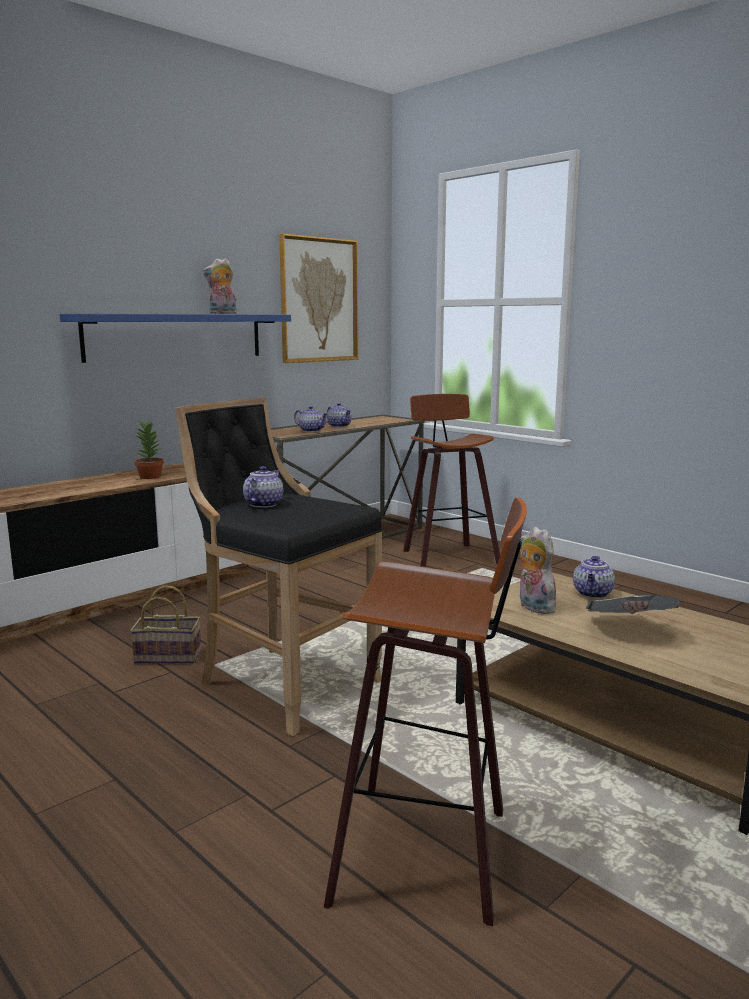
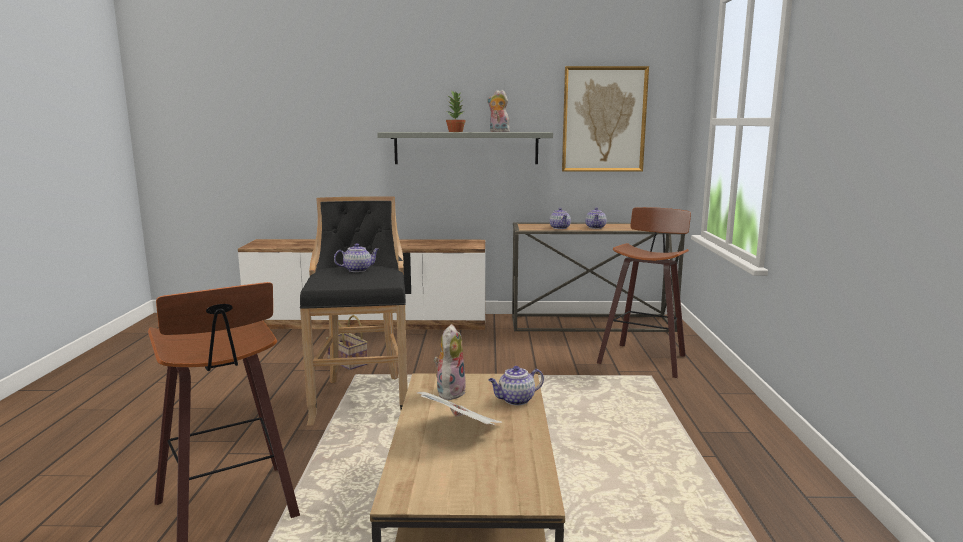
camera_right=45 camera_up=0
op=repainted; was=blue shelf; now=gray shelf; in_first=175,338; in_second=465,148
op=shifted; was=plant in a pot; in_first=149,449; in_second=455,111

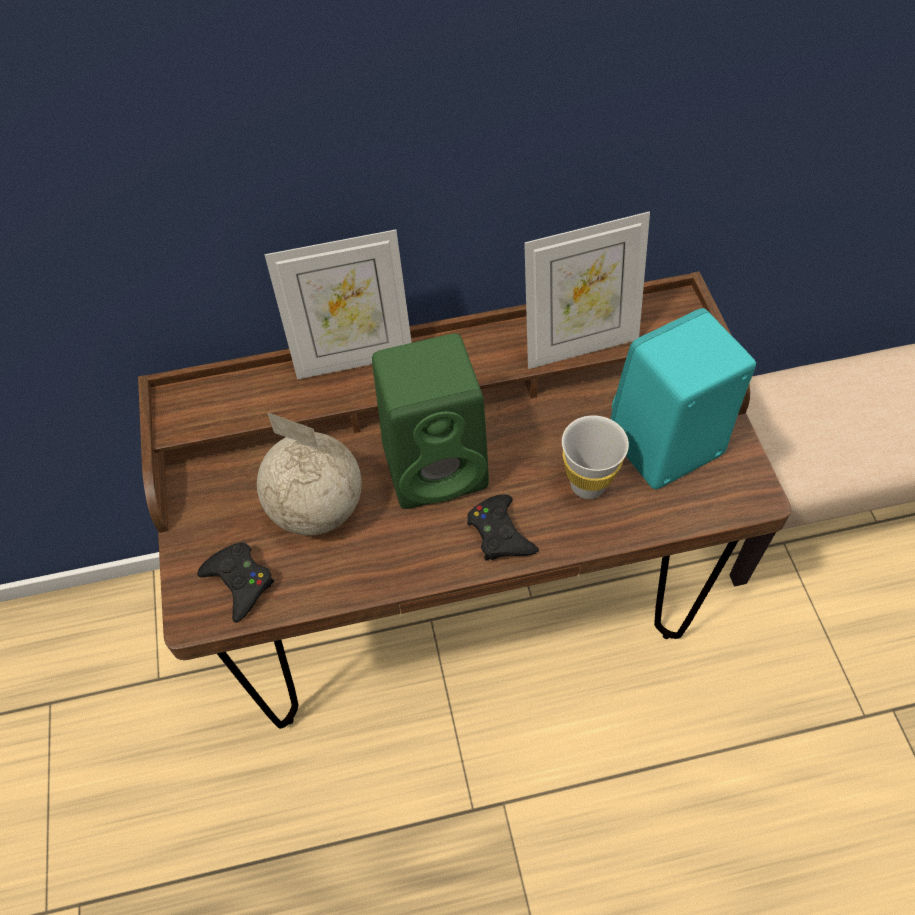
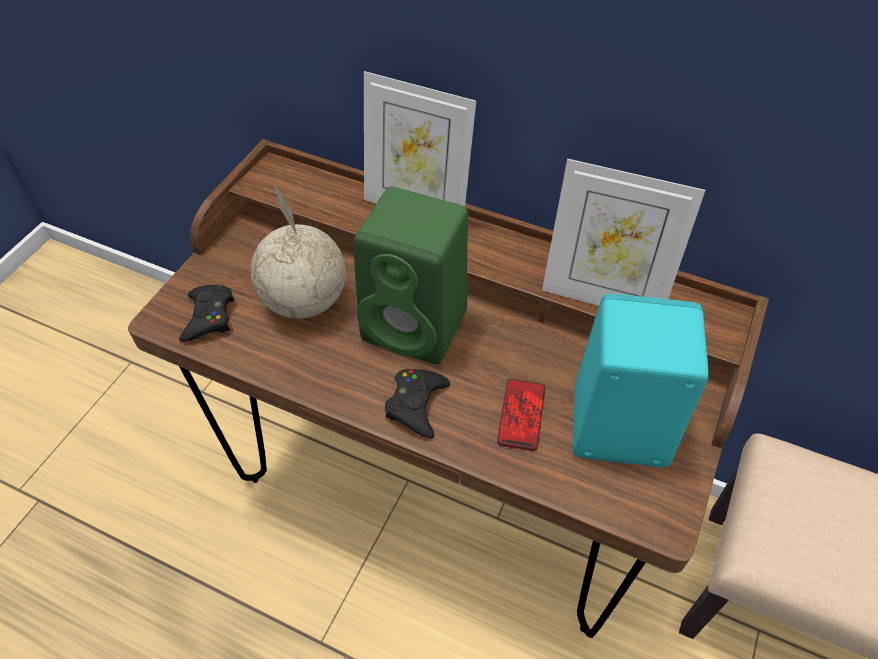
camera_right=35 camera_up=-5
op=swapped; was=white-coloured cup; now=phone; in_first=595,457; in_second=521,415

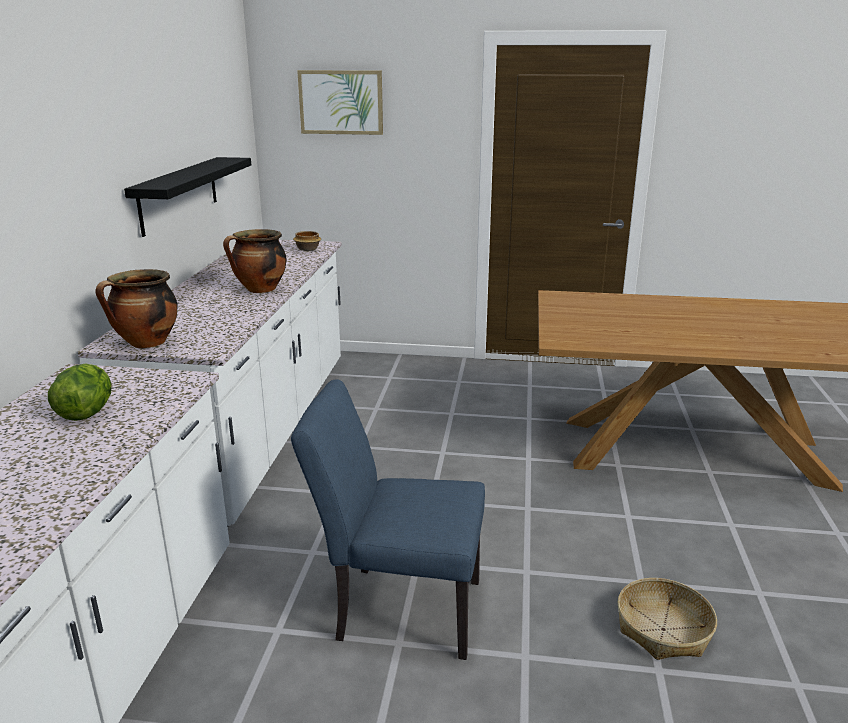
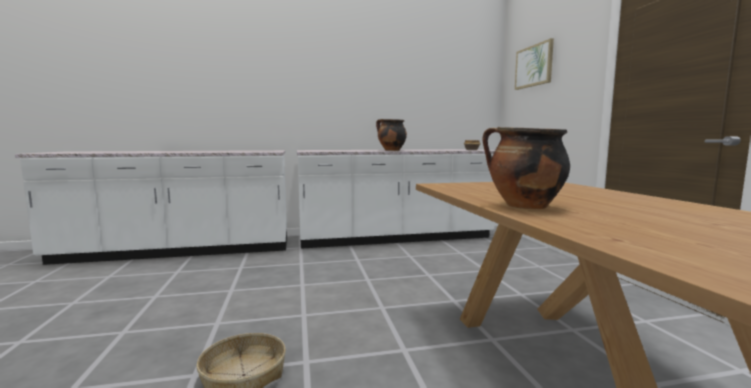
camera_right=70 camera_up=-15
op=shifted; was=saucepot; in_first=136,308; in_second=526,168
op=gone; was=lettuce; in_first=79,392
op=gone; was=black-coloured shelf; in_first=187,197
op=gone; was=blue upright chair; in_first=388,520

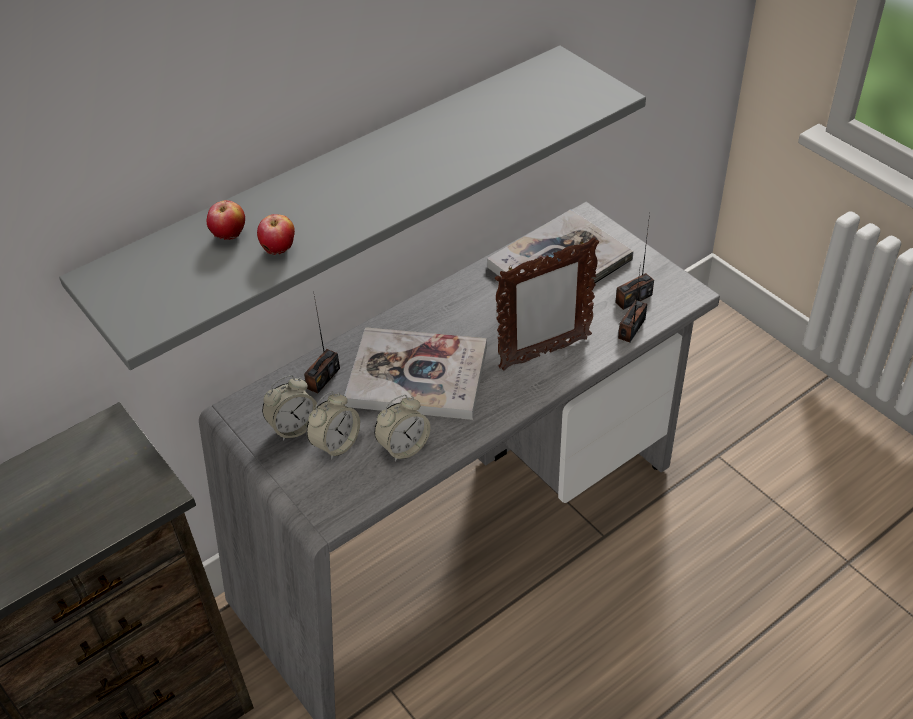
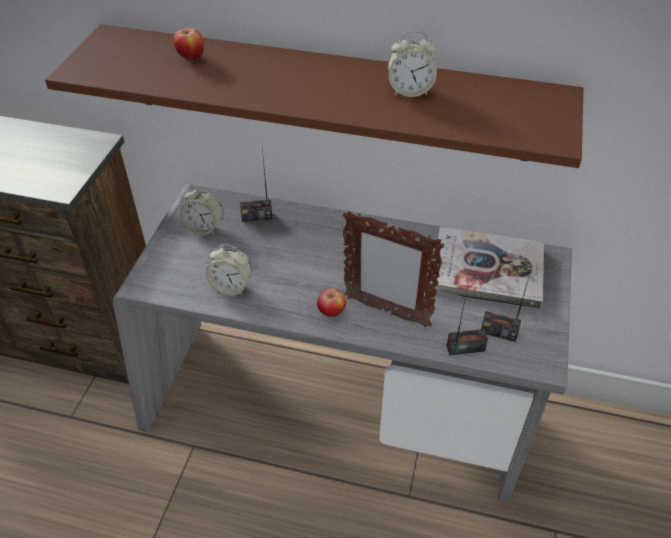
camera_right=50 camera_up=0
op=repainted; was=gray shelf; now=brown-coloured shelf; in_first=352,207; in_second=314,96
op=shifted; was=apple; in_first=276,234; in_second=331,302
op=shifted; was=bedside clock; in_first=333,425; in_second=412,64
op=gone; was=book; in_first=415,373

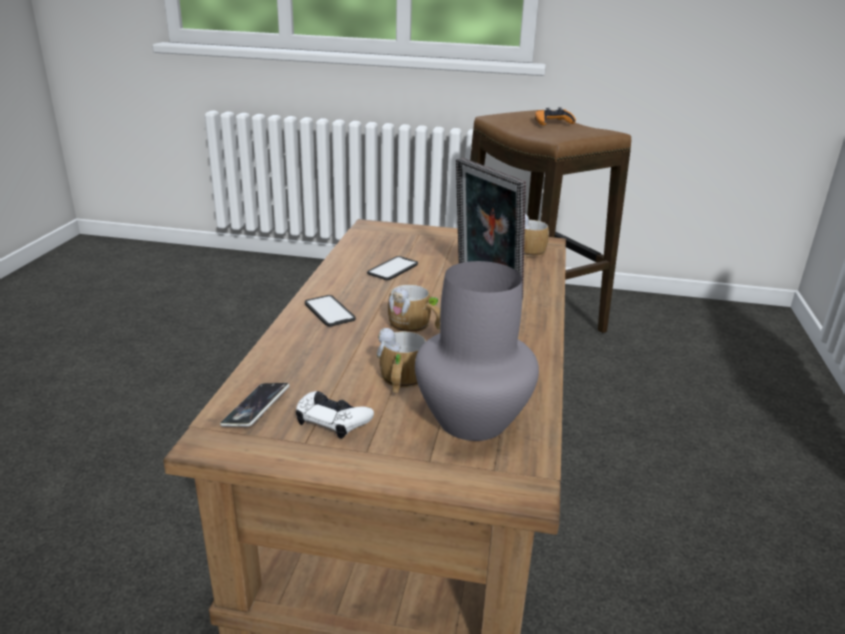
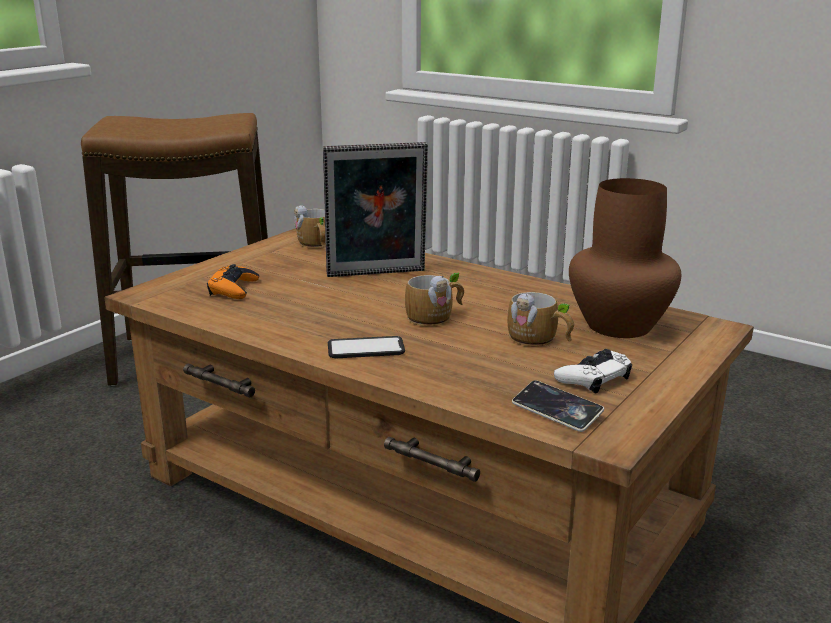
camera_right=-65 camera_up=-5
op=shifted; was=orange gamepad; in_first=555,116; in_second=233,281
op=repainted; was=gray decorative vase; now=brown-coloured decorative vase; in_first=477,351; in_second=625,258
op=gone; was=phone; in_first=392,268

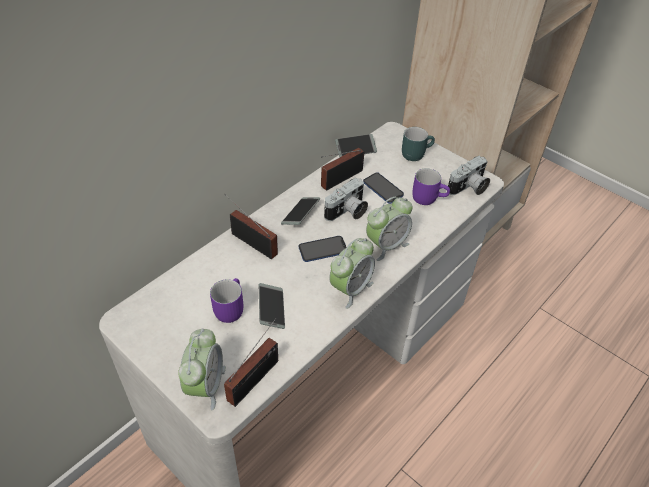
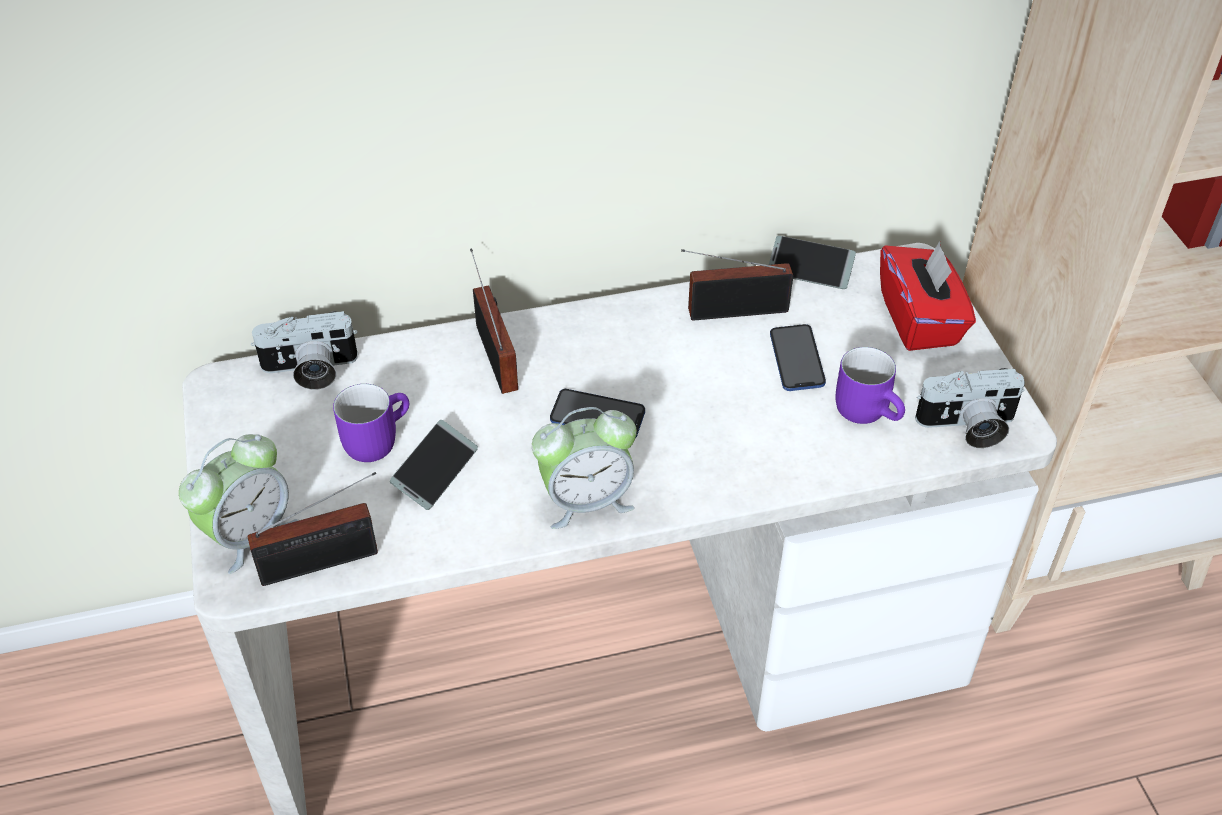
camera_right=35 camera_up=0
op=shifted; was=photo camera; in_first=346,199; in_second=304,350
op=swapped; was=turquoise mug; now=red tissue holder; in_first=418,144; in_second=928,296
op=gone; was=phone; in_first=300,211
op=gone; was=bedside clock; in_first=389,229

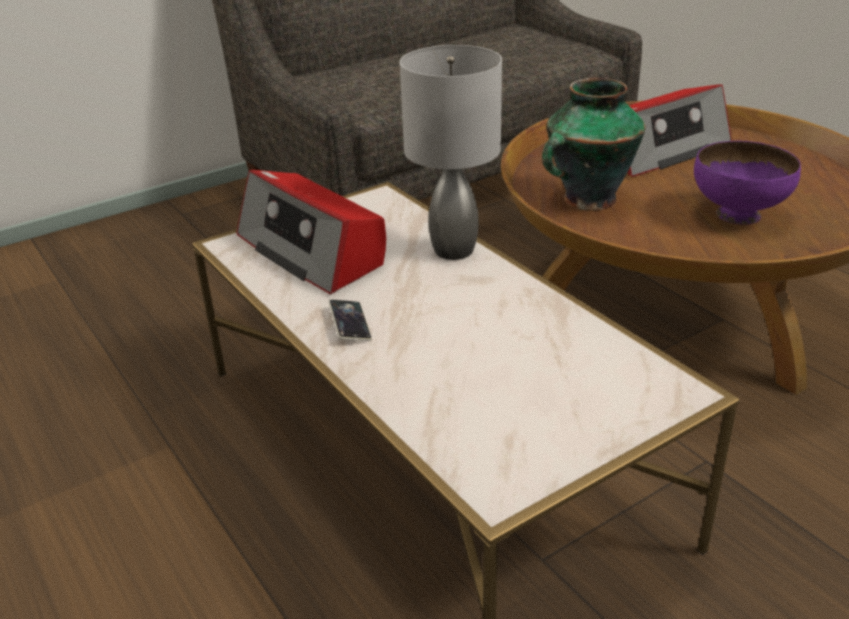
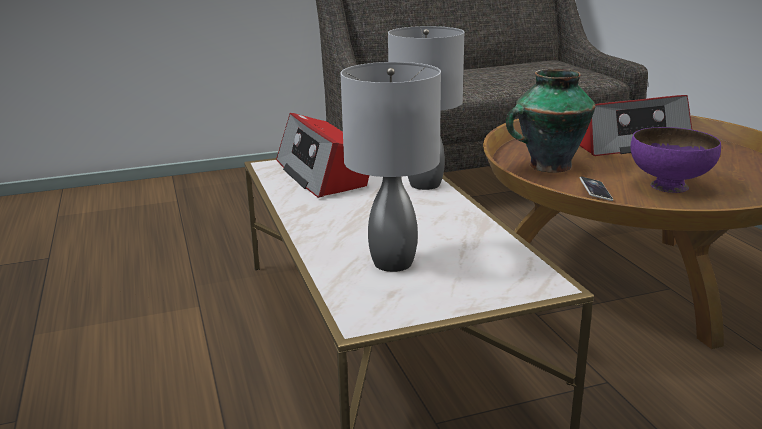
camera_right=15 camera_up=-10
op=new; now=gray lamp for a table; in_second=390,167
op=shifted; was=phone; in_first=350,320; in_second=596,189

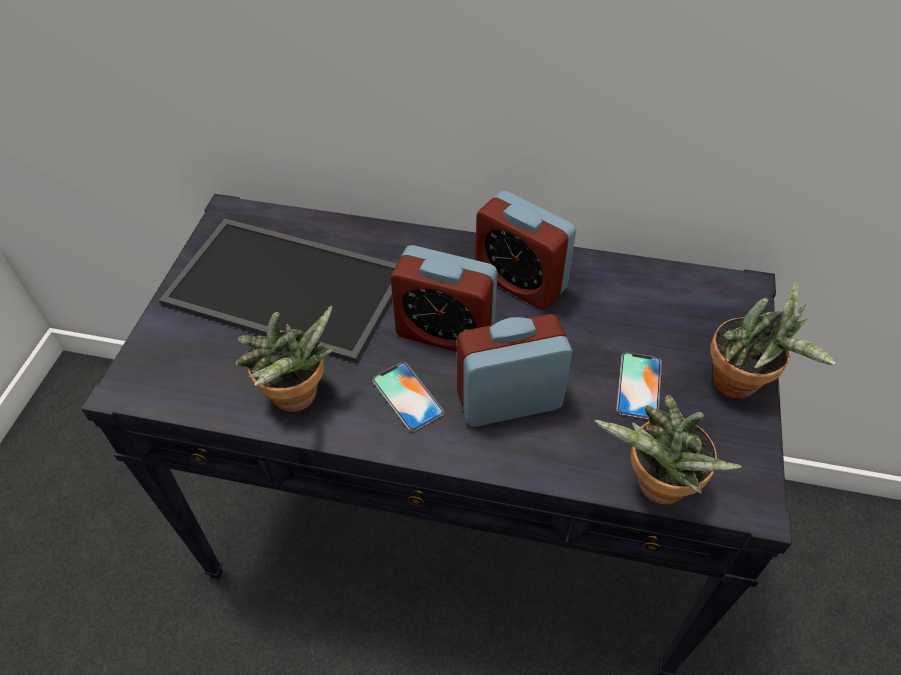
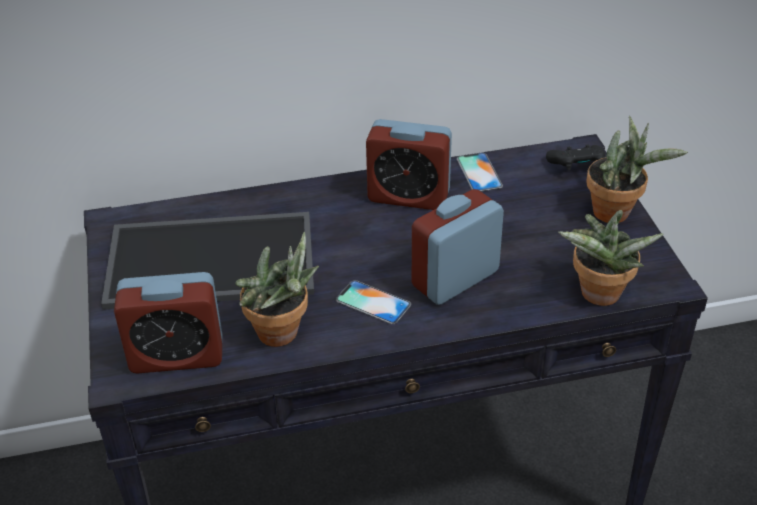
camera_right=-25 camera_up=-10
op=shifted; was=bedside clock; in_first=444,298; in_second=168,323
op=shifted; was=phone; in_first=639,386; in_second=480,172
op=new; now=black-coloured gamepad; in_second=575,157

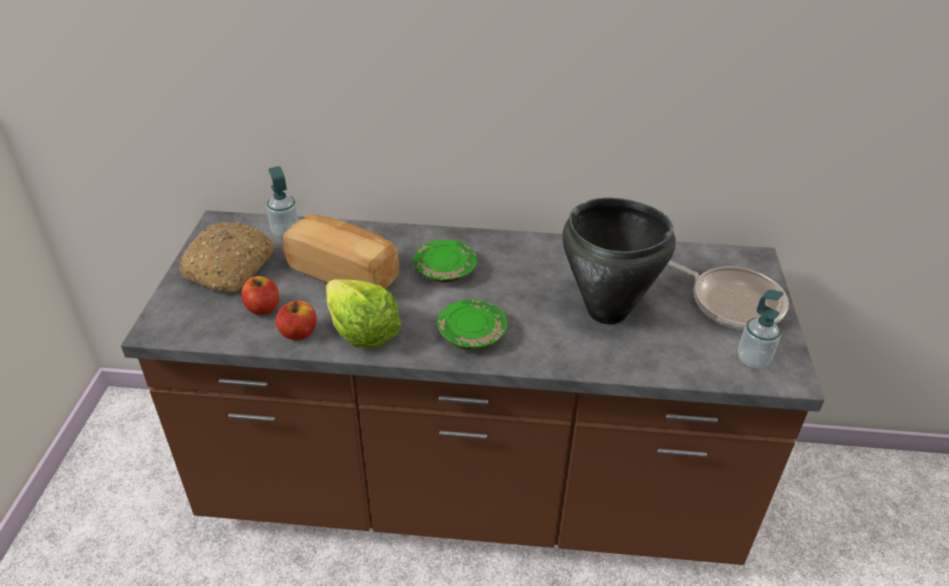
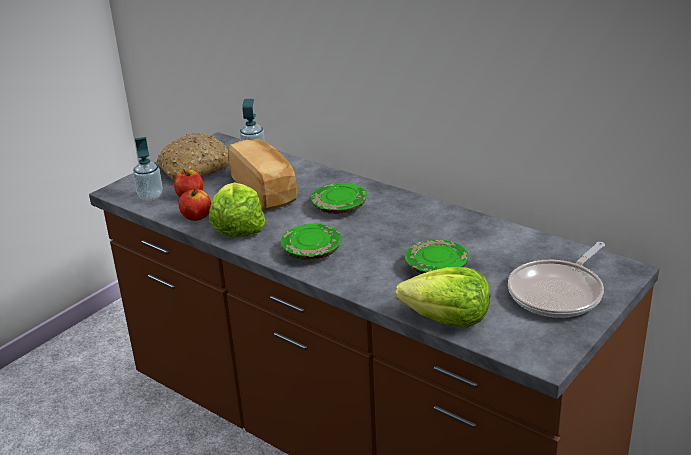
camera_right=35 camera_up=-10
op=shifted; was=soap dispenser; in_first=760,329; in_second=148,169
op=new; now=lettuce; in_second=442,297
op=swapped; was=black-coloured saucepot; now=greenish plate; in_first=619,261; in_second=437,257
op=rotated; was=frying pan; in_first=728,295; in_second=556,280; clockwise=60

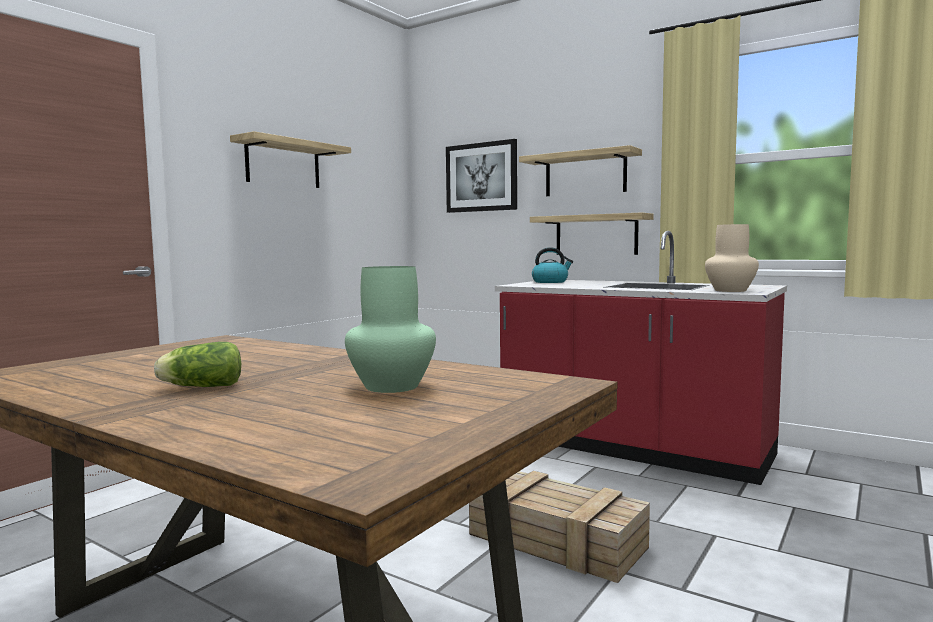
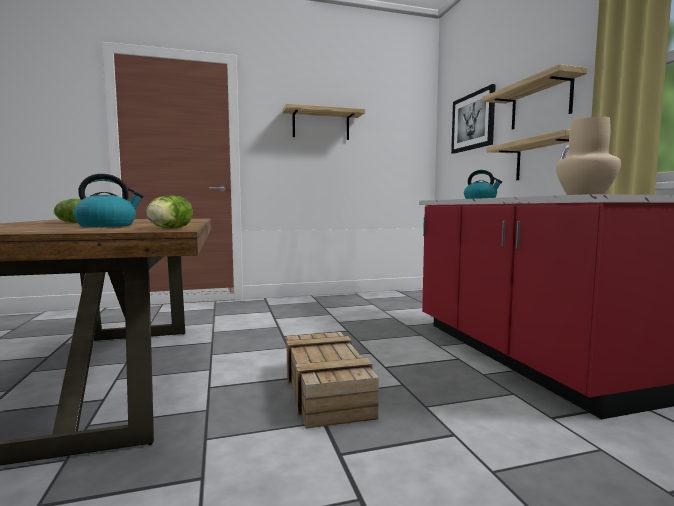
camera_right=40 camera_up=0
op=swapped; was=greenish decorative vase; now=water kettle; in_first=390,329; in_second=108,200
op=new; now=lettuce; in_second=169,211

